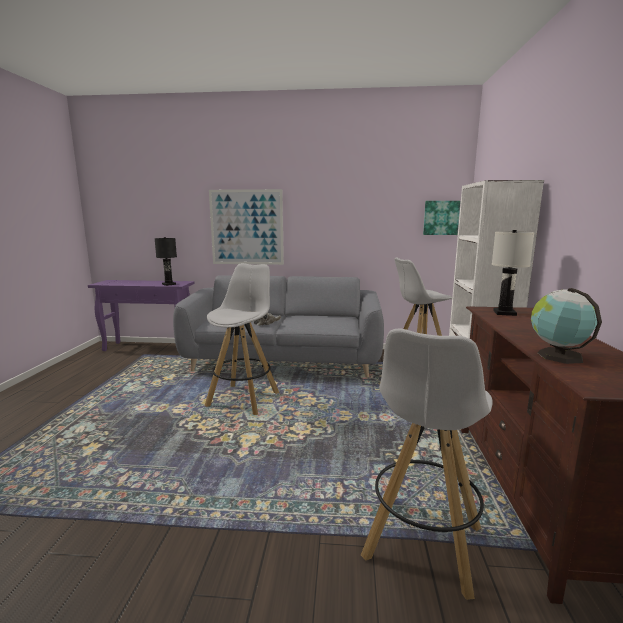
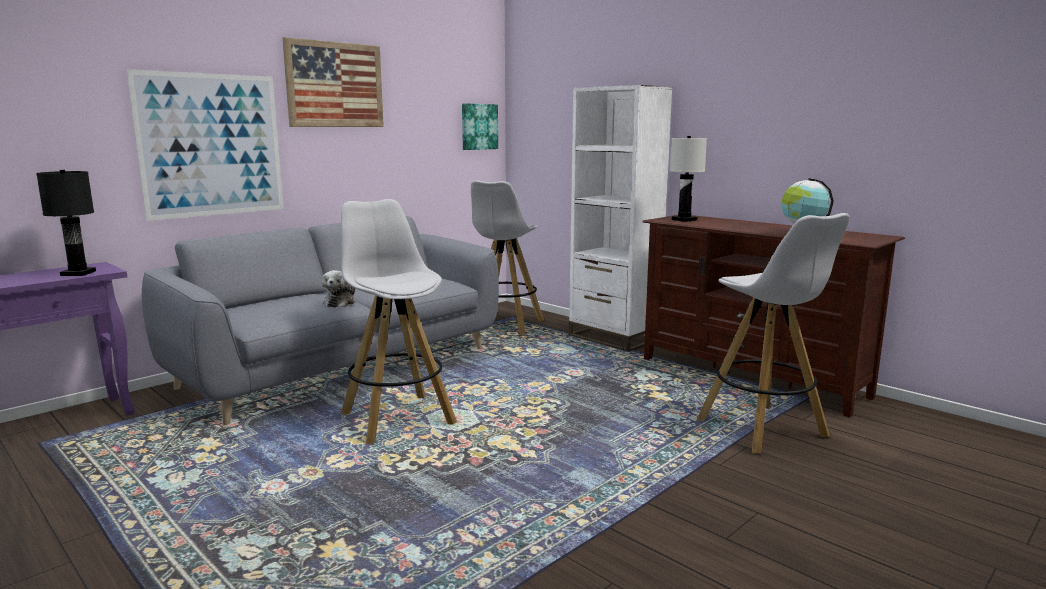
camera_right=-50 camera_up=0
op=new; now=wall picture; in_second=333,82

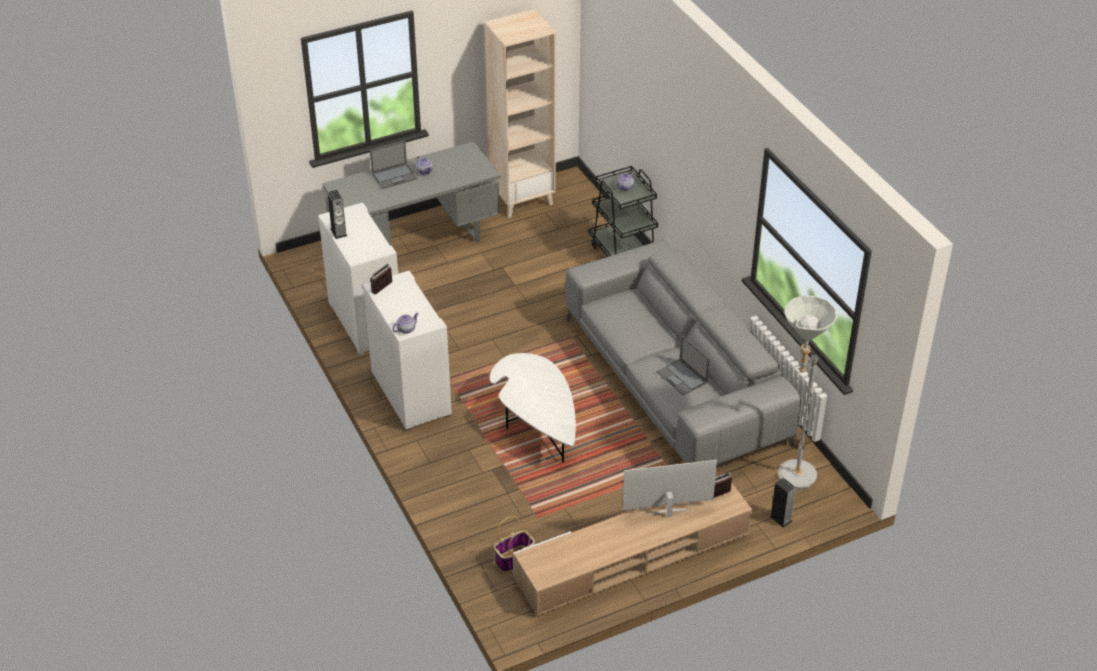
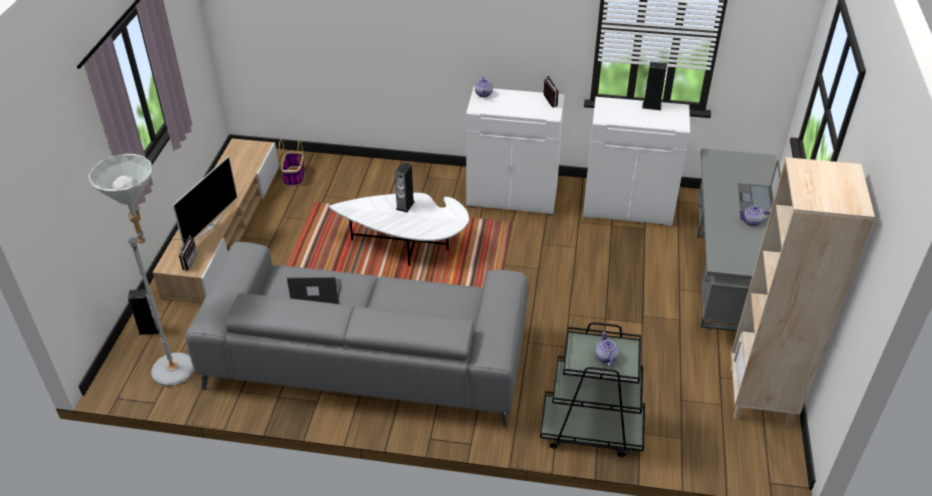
camera_right=125 camera_up=0
op=new; now=speaker; in_second=405,187

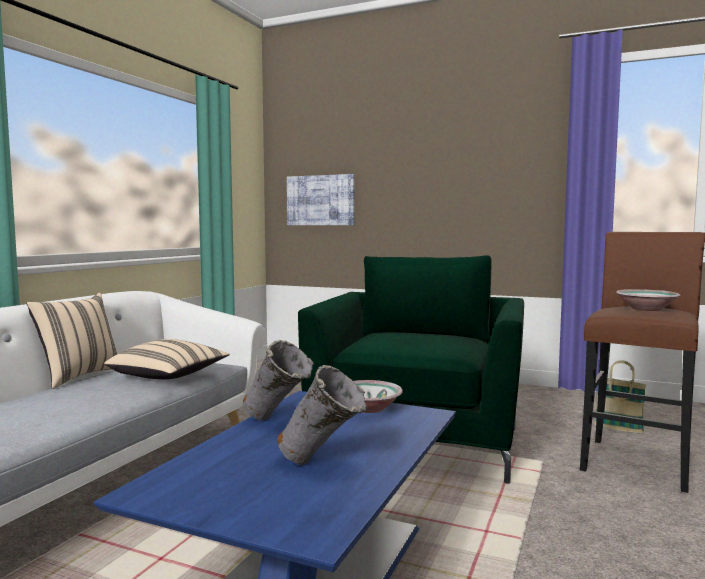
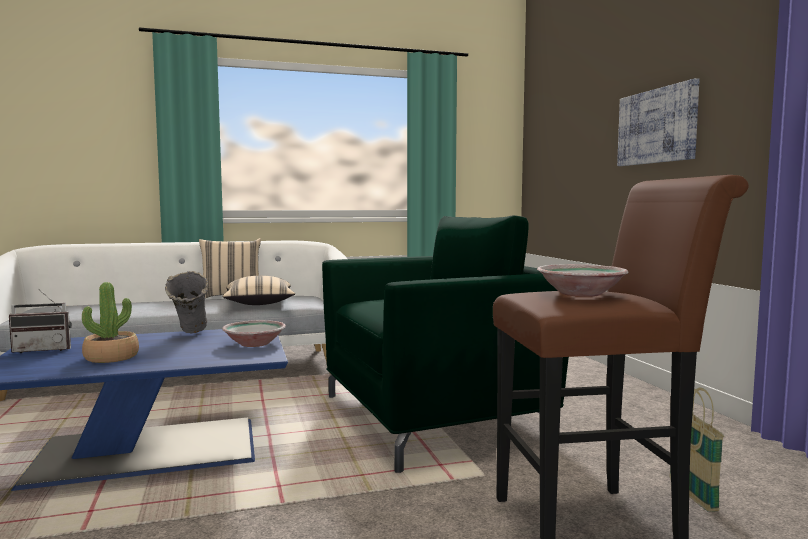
camera_right=50 camera_up=0
op=new; now=radio set; in_second=40,321
op=swapped; was=gray decorative vase; now=plant in a pot; in_first=322,415; in_second=110,322
op=shifted; was=wall picture; in_first=321,199; in_second=658,122

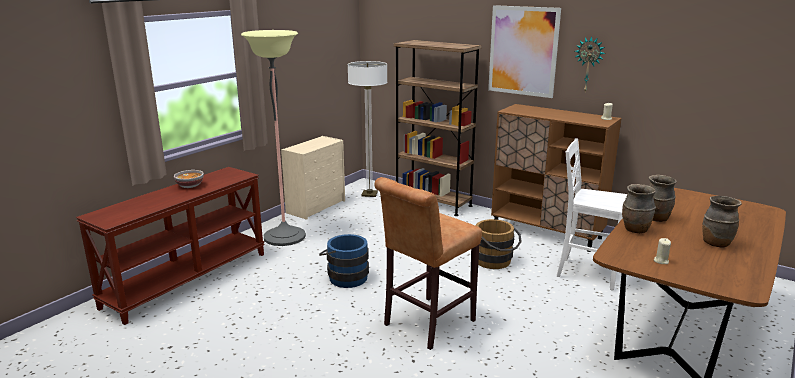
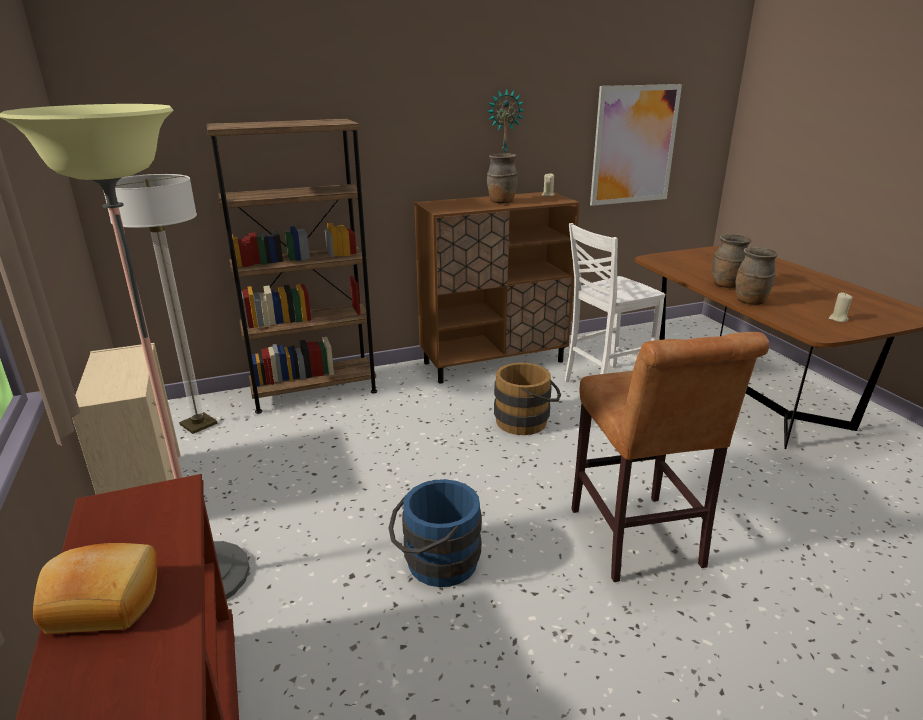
camera_right=-55 camera_up=5
op=swapped; was=deep dish; now=bread; in_first=189,179; in_second=95,588
op=shifted; was=brown-coloured decorative vase; in_first=722,221; in_second=502,178
op=shifted; was=wall picture; in_first=524,51; in_second=636,145

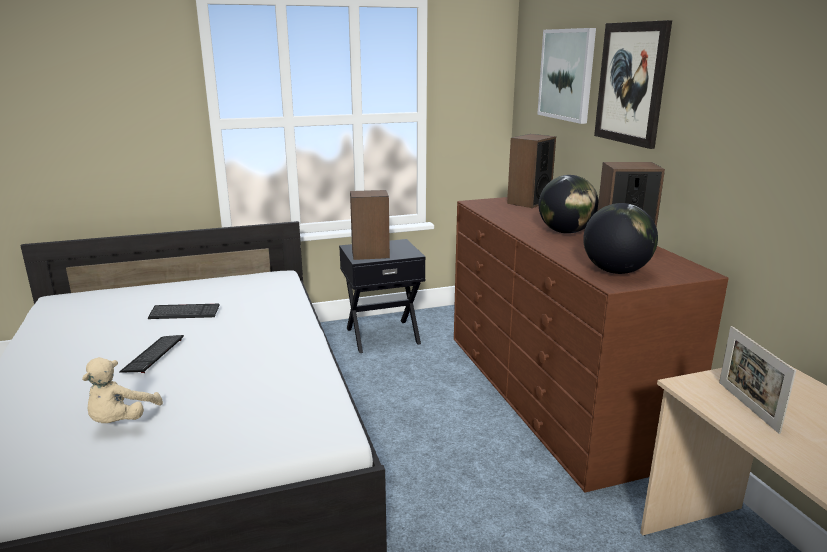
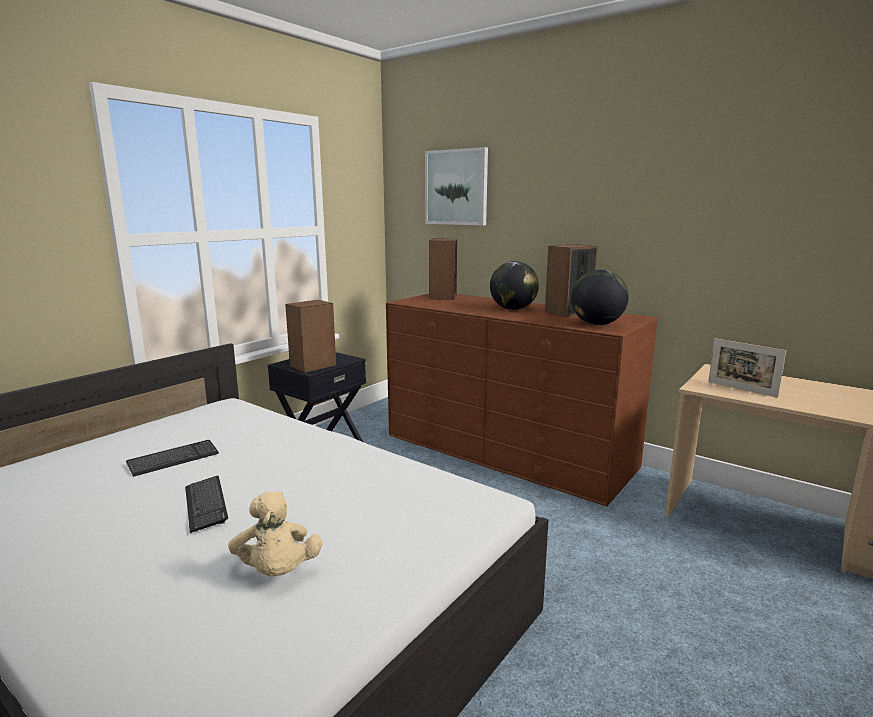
camera_right=-35 camera_up=-5
op=gone; was=wall picture; in_first=633,84

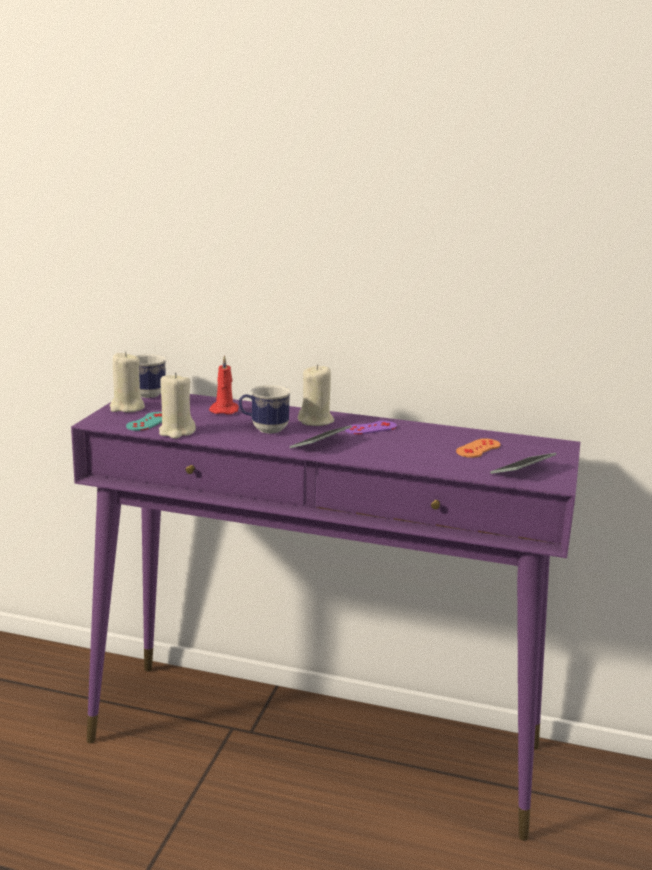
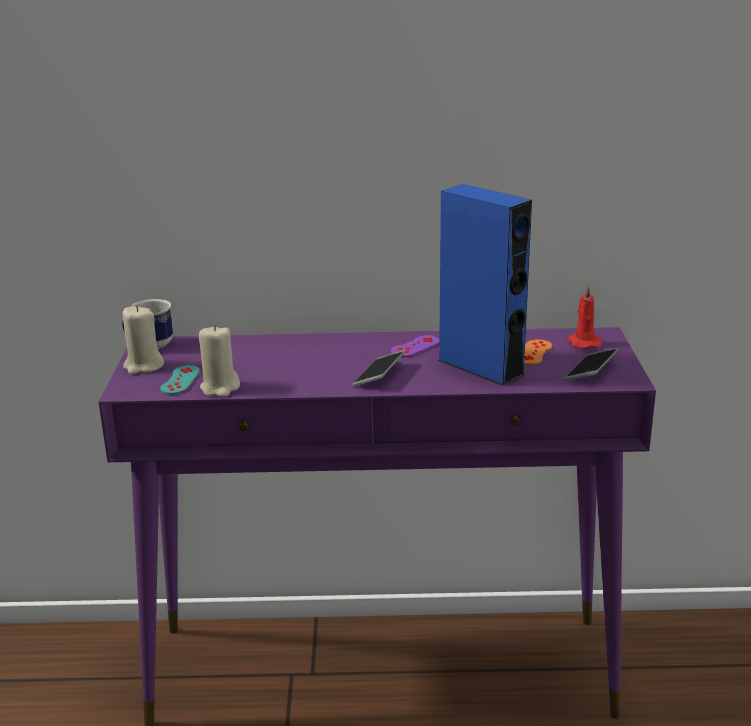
camera_right=-15 camera_up=5
op=new; now=blue speaker; in_second=484,285
op=shifted; was=red wax light; in_first=224,385; in_second=585,316
op=gone; was=mug; in_first=265,409
op=gone; was=beige-coloured wax light; in_first=316,395

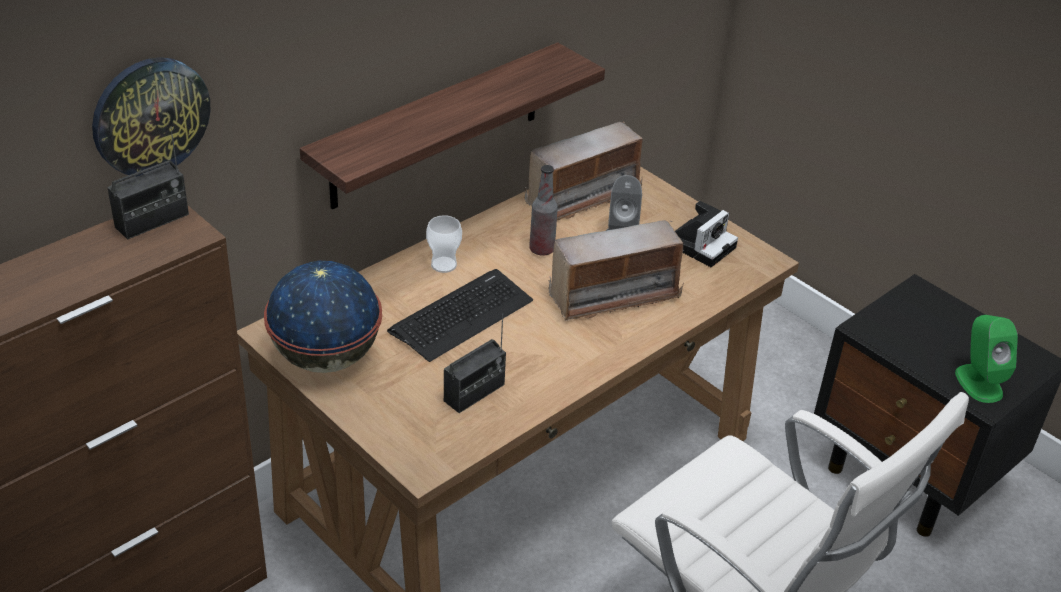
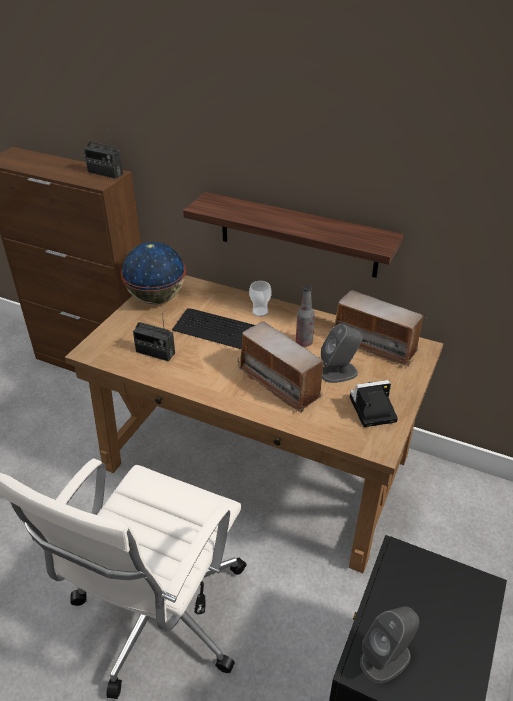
camera_right=70 camera_up=0
op=rotated; was=photo camera; in_first=706,234; in_second=374,403; clockwise=150
op=repainted; was=greenish speaker; now=gray speaker; in_first=986,359; in_second=389,644
op=gone; was=clock on the wall; in_first=151,117

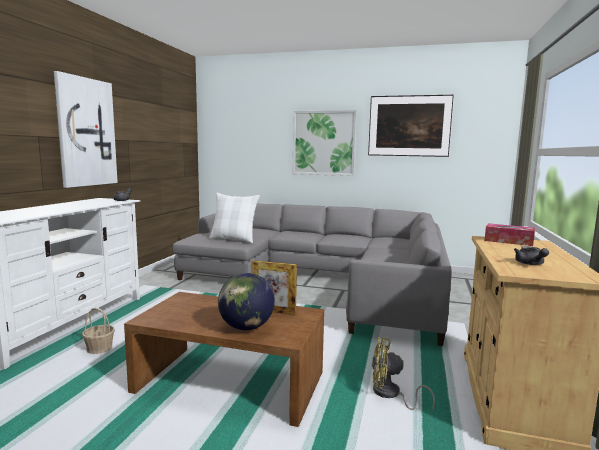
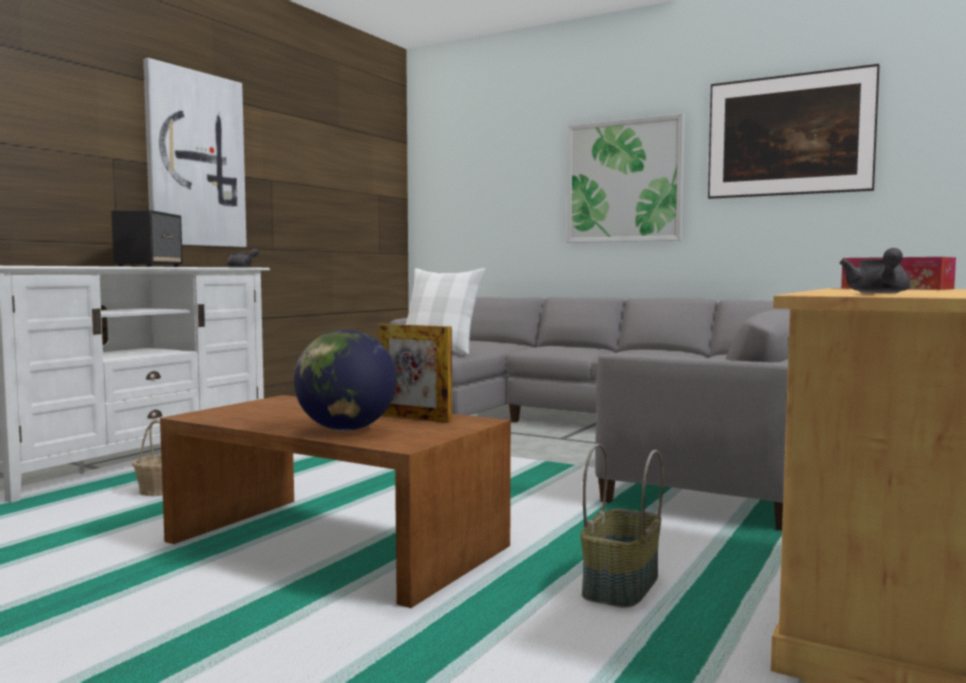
camera_right=15 camera_up=-5
op=new; now=speaker; in_second=147,238
op=swapped; was=yellow-coloured fan; now=basket; in_first=403,374; in_second=621,526

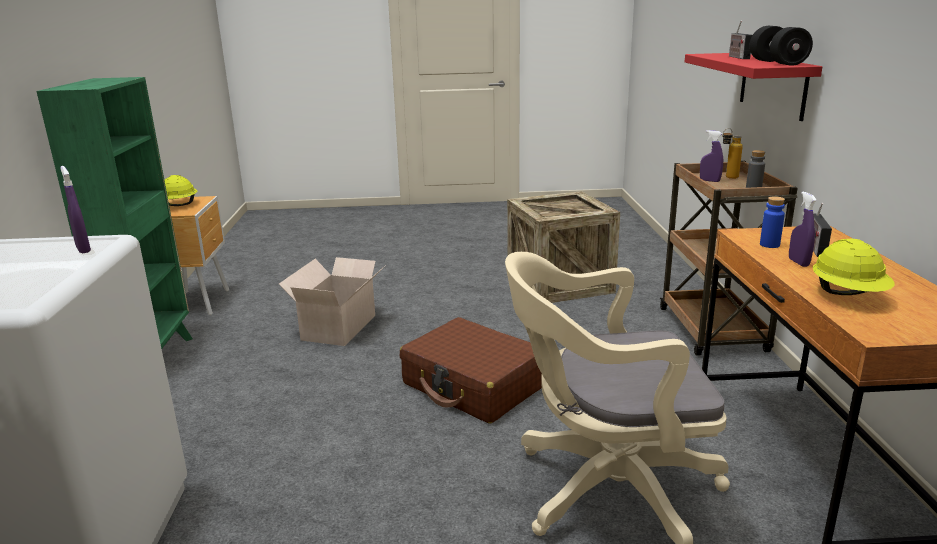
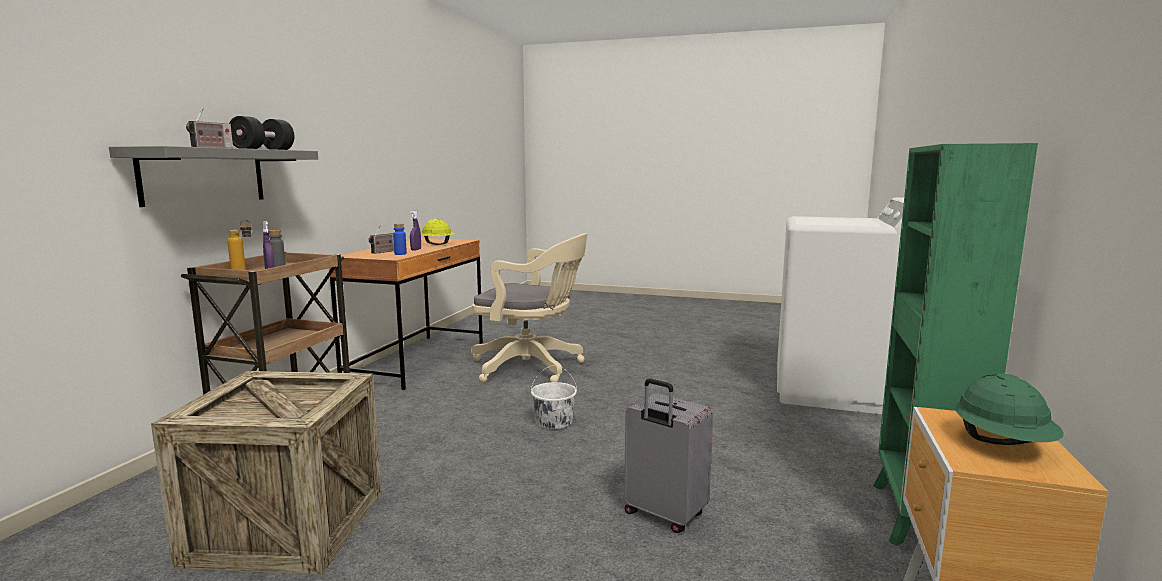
camera_right=-160 camera_up=-10
op=repainted; was=red shelf; now=gray shelf; in_first=754,87; in_second=213,176
op=swapped; was=brown-coloured piece of luggage; now=white-coloured pail; in_first=471,370; in_second=554,397
op=swapped; was=packing box; now=gray piece of luggage; in_first=332,301; in_second=668,455
op=repainted; was=yellow-coloured work helmet; now=greenish work helmet; in_first=181,190; in_second=1009,409
op=gone; was=purple-coloured hand sprayer; in_first=75,209

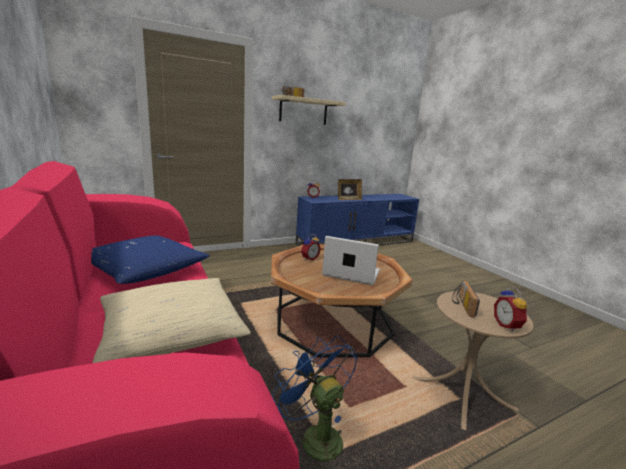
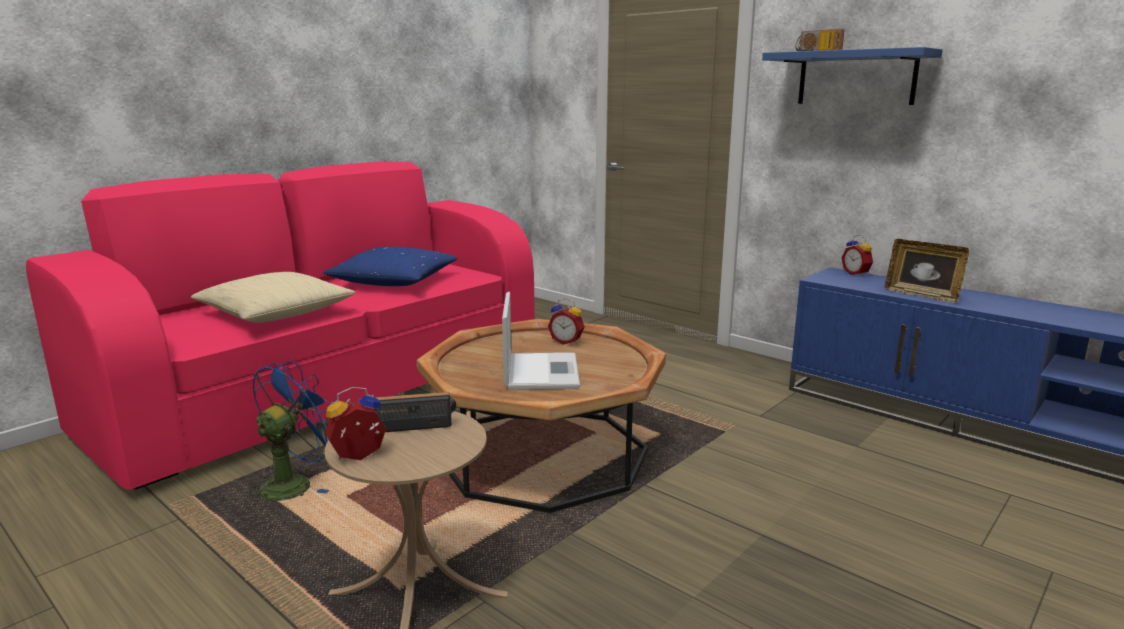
camera_right=70 camera_up=0
op=repainted; was=beige-coloured shelf; now=blue shelf; in_first=309,110; in_second=852,76

